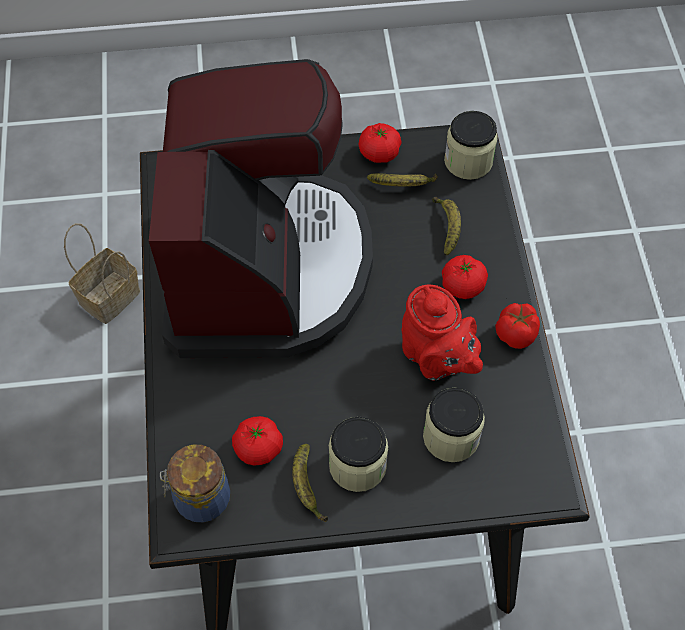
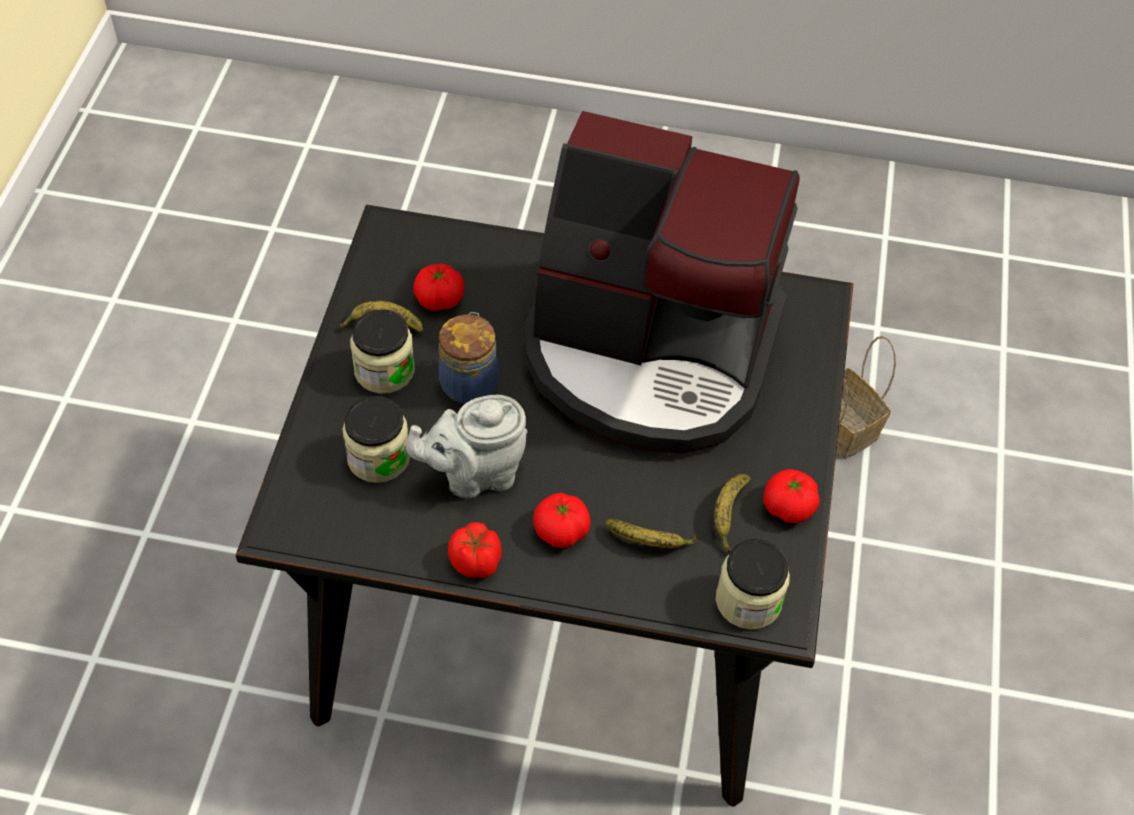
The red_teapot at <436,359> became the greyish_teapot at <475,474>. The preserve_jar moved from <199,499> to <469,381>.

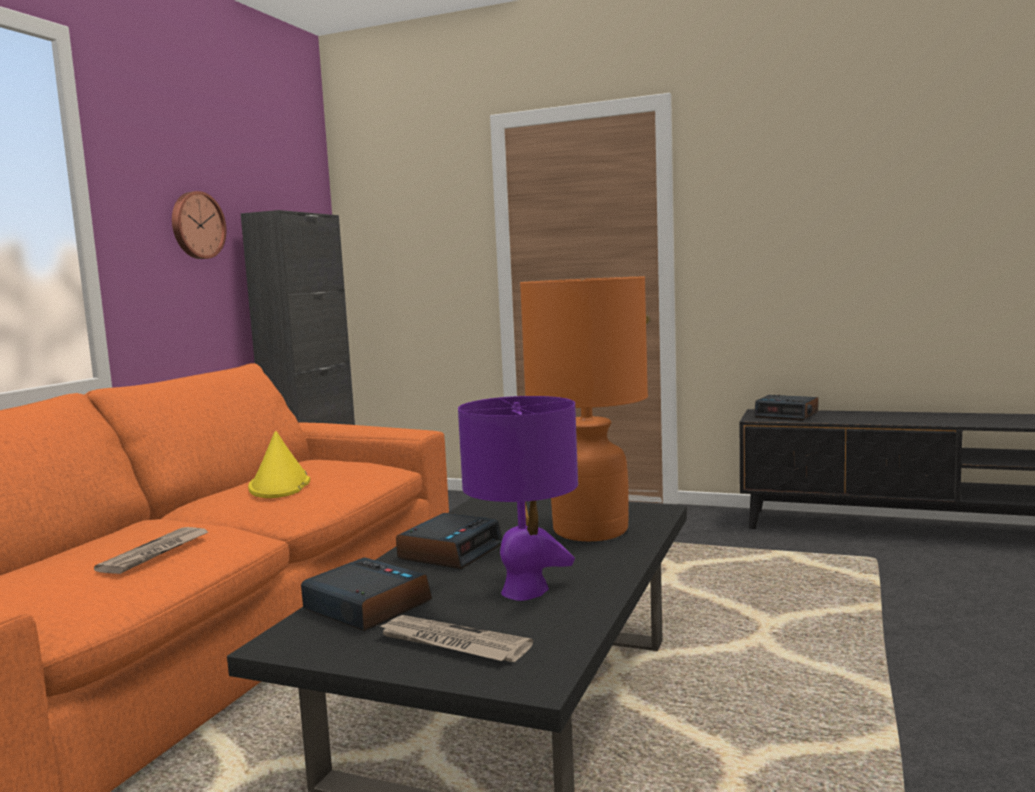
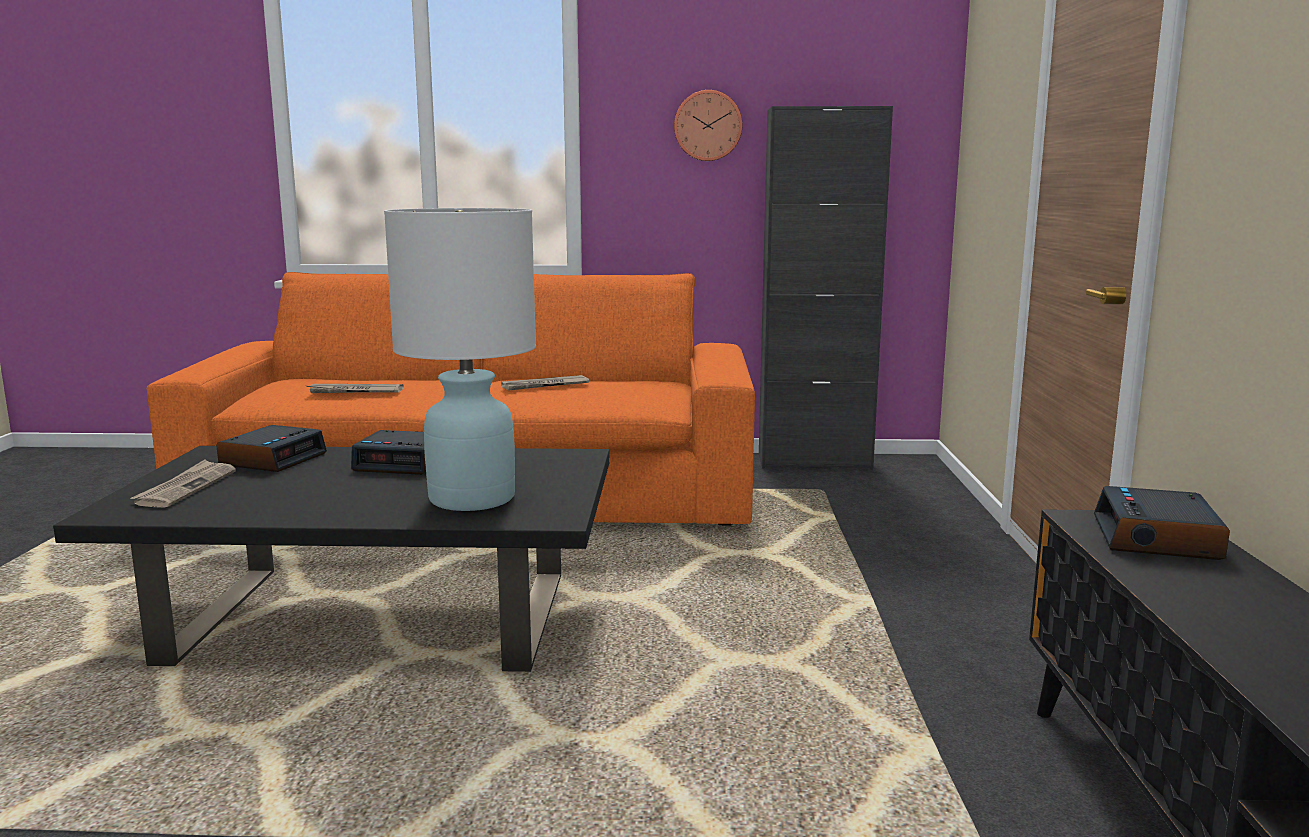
The orange-coloured_lamp_for_a_table at <590,530> became the white_lamp_for_a_table at <471,498>. The yellowish_clothing_hat at <280,485> was replaced by the newspaper at <544,385>. The purple-coloured_lamp_for_a_table at <525,591> disappeared.

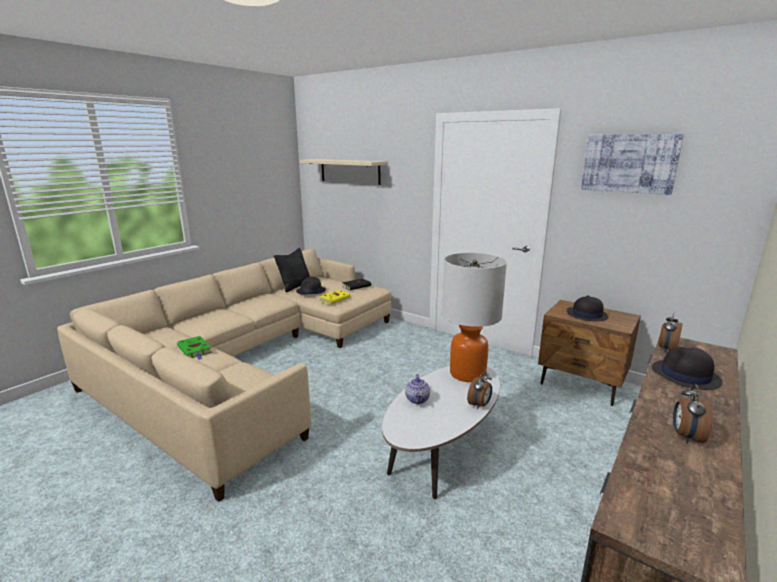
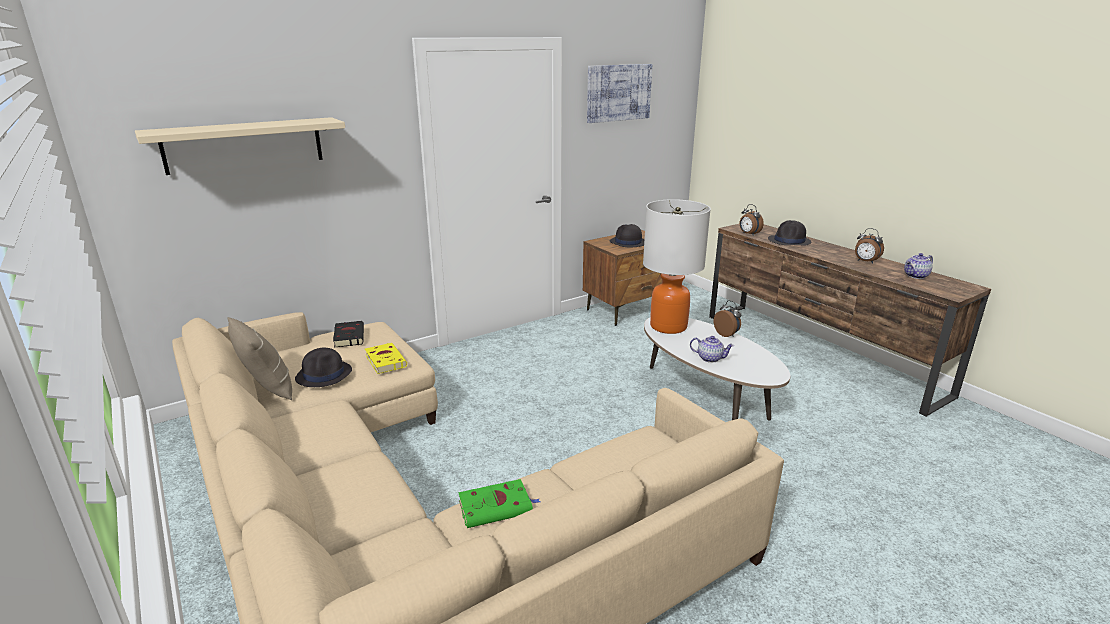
The blackish_throw_pillow at <295,286> became the beige_throw_pillow at <268,388>. The teapot at <916,276> appeared.

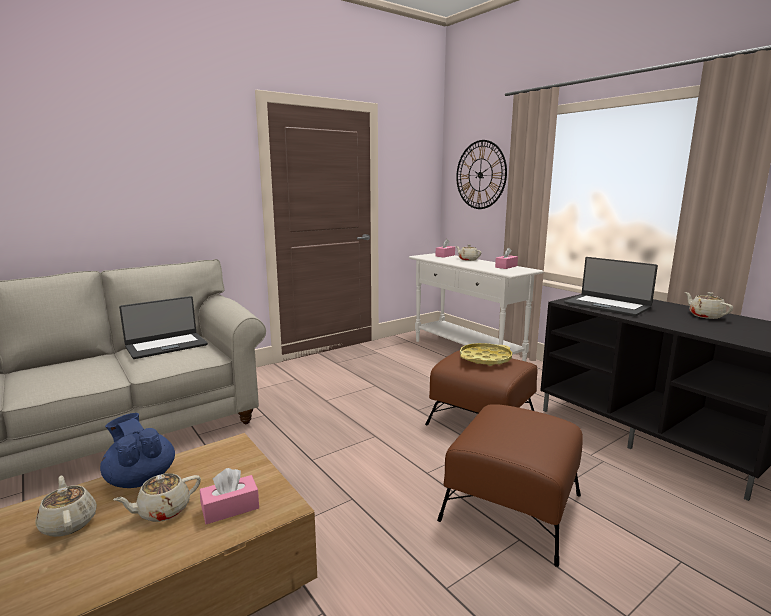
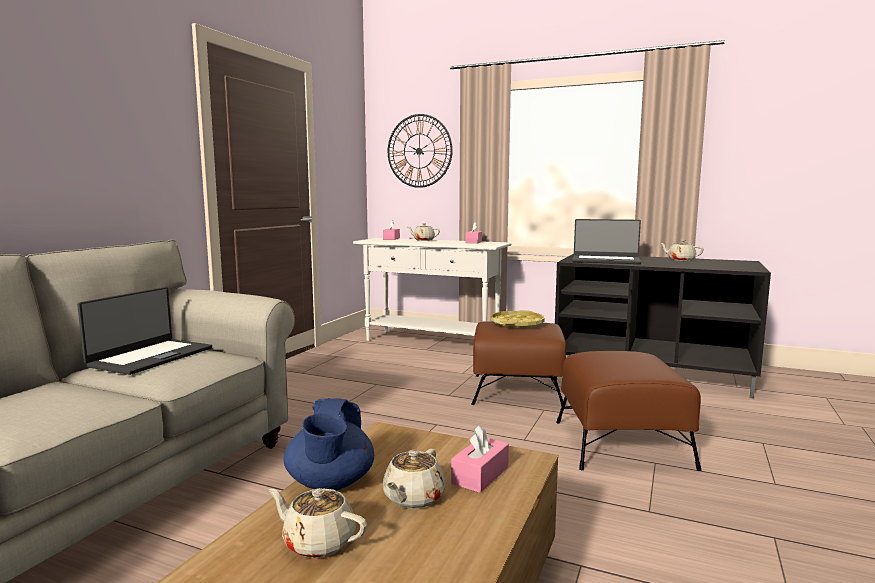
The blue_teapot at <140,478> turned 105 degrees counterclockwise.

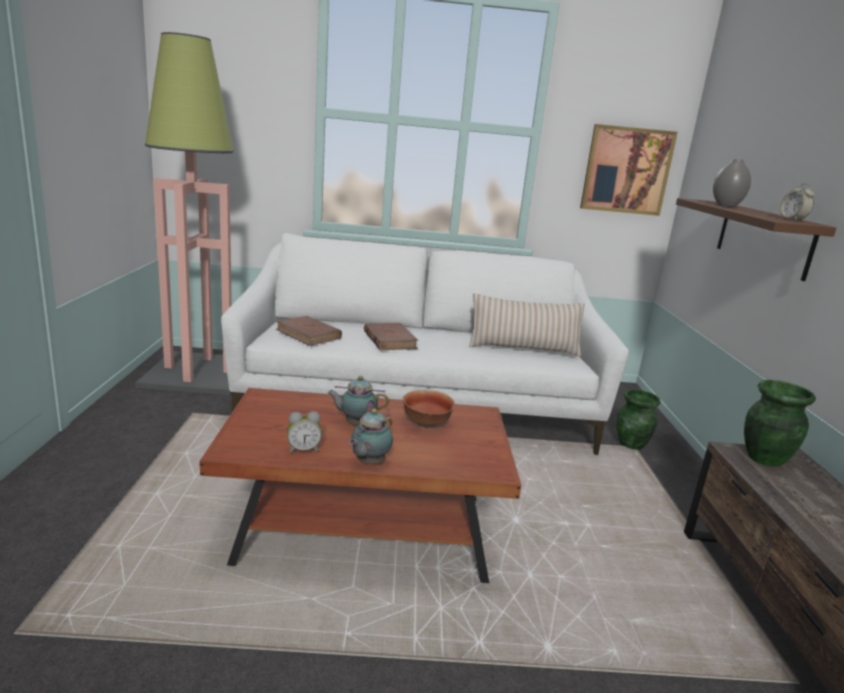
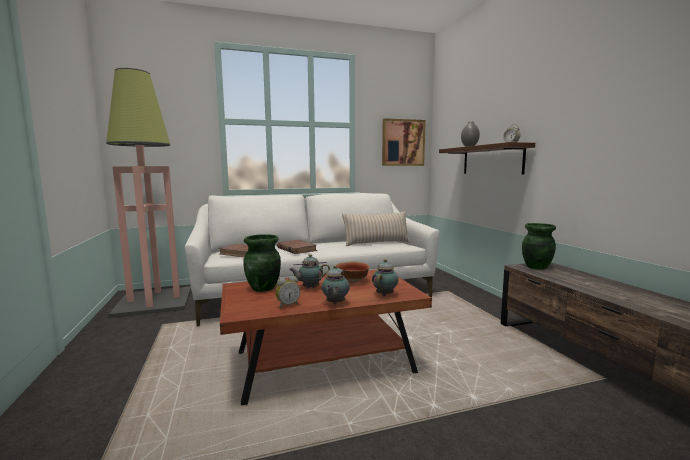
The green_decorative_vase moved from <631,445> to <263,288>. The teapot at <385,294> appeared.

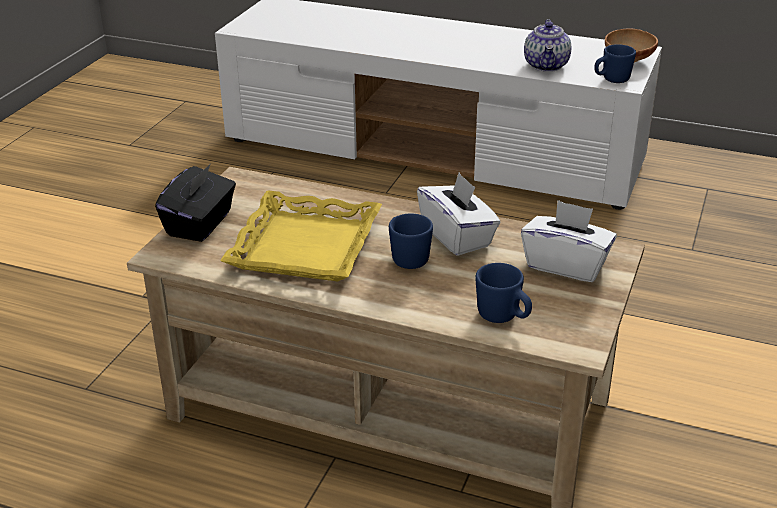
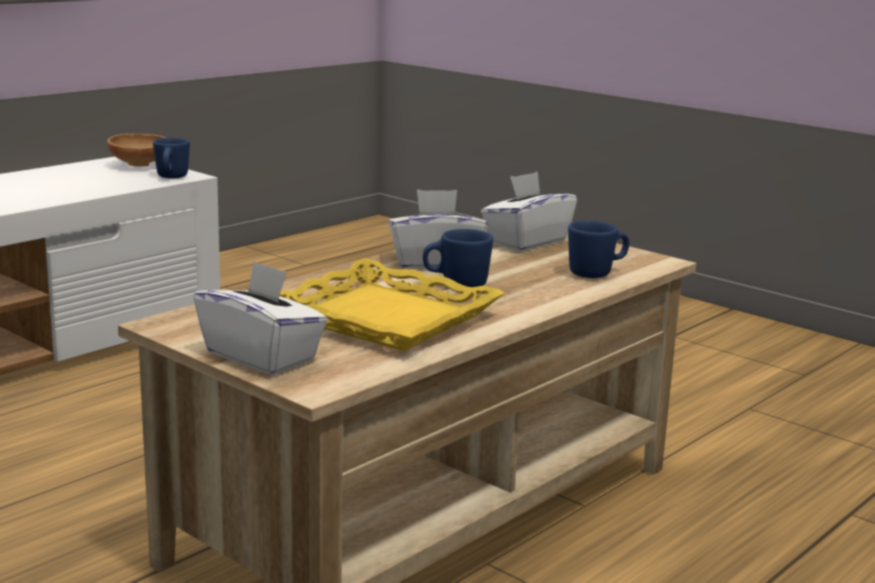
The blackish_tissue_holder at <200,224> became the white_tissue_holder at <262,357>. The teapot at <547,66> disappeared.

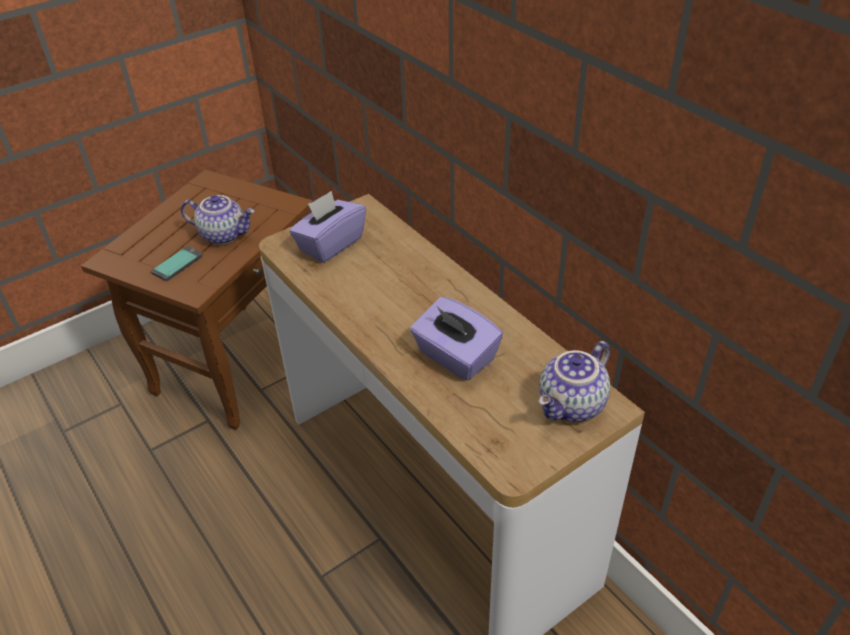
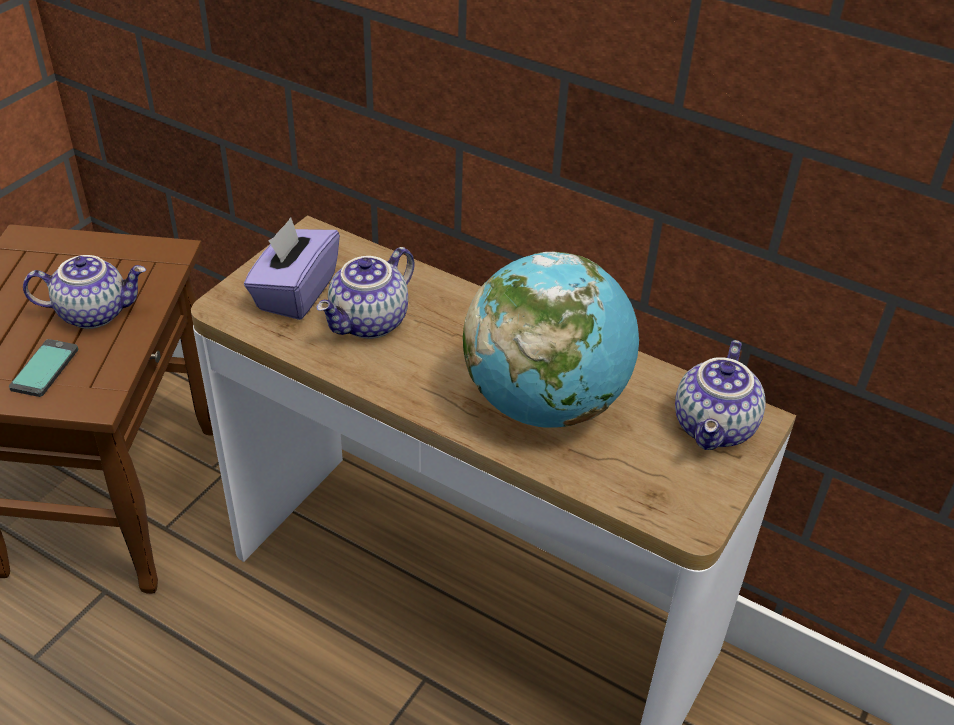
The teapot at <370,323> appeared. The purple-coloured_tissue_holder at <455,357> was replaced by the desk_globe at <545,403>.

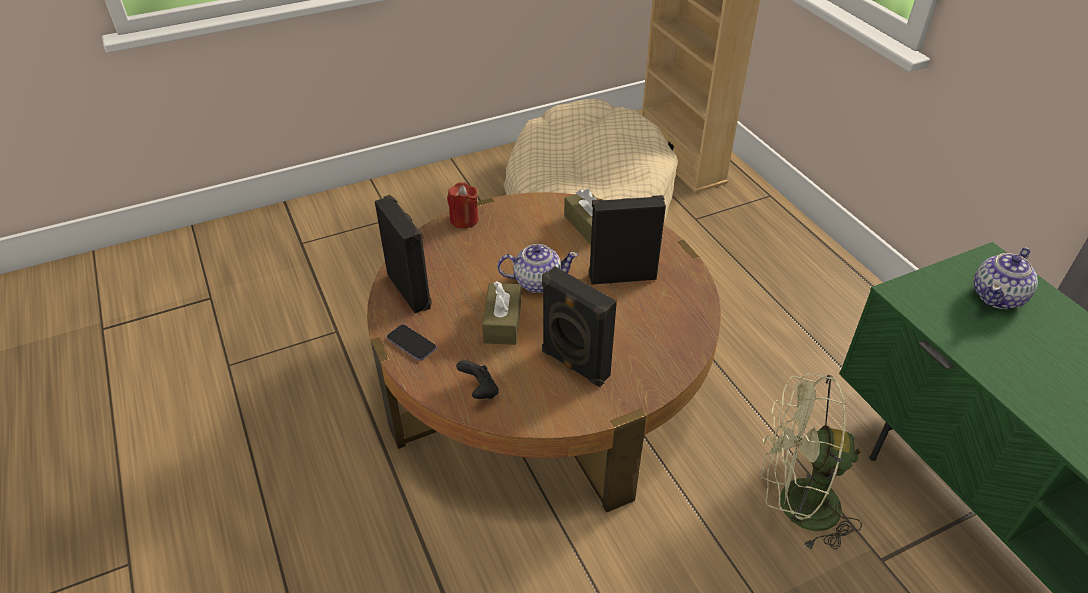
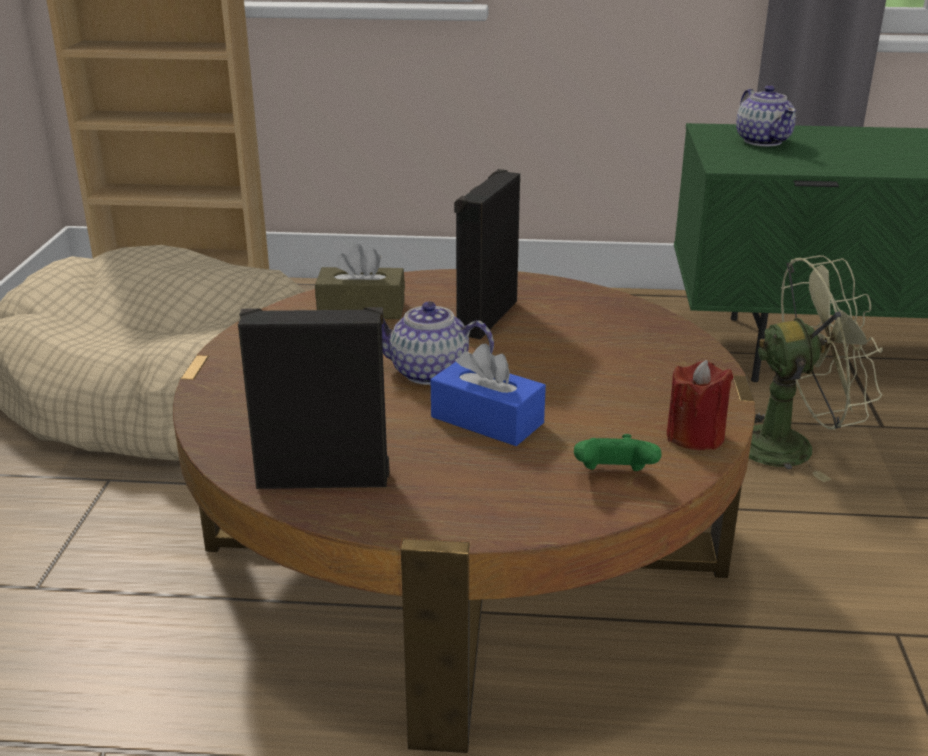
The teapot at <537,282> turned 105 degrees counterclockwise. The brownish_tissue_holder at <502,322> became the blue_tissue_holder at <487,420>. The blackish_game_controller at <480,390> became the green_game_controller at <614,476>. The red_wax_candle moved from <464,220> to <695,436>. The green_electric_fan at <794,505> turned 135 degrees counterclockwise. The telephone at <411,344> disappeared. The blackish_audio_speaker at <574,365> disappeared.

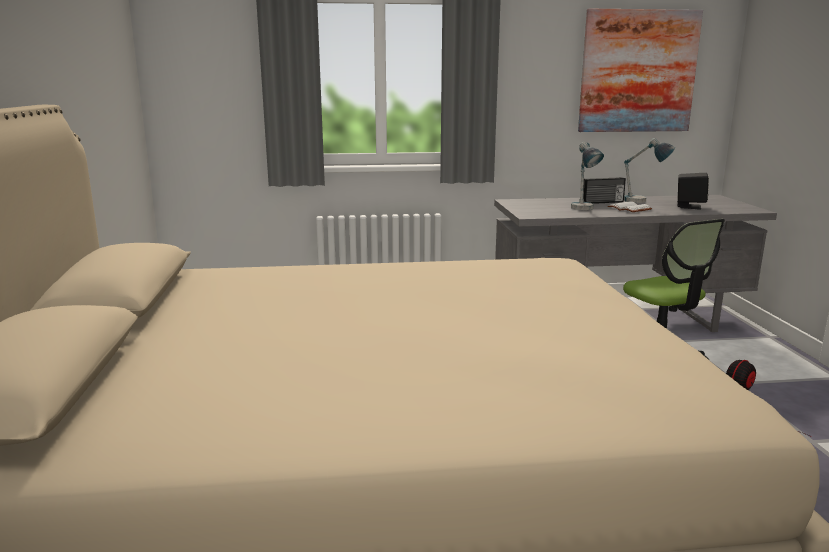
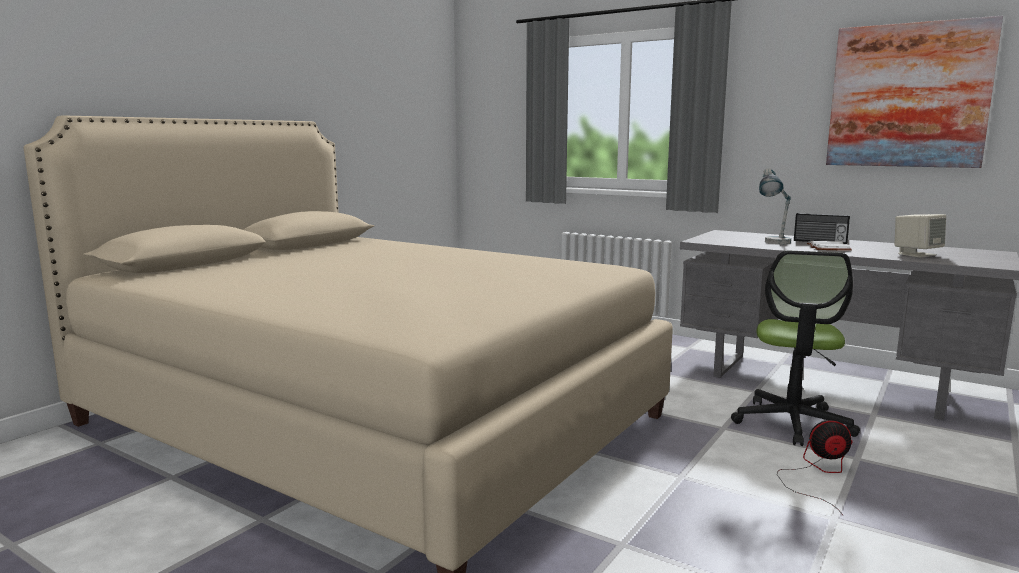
The blackish_audio_speaker at <690,206> became the beige_audio_speaker at <916,254>. The lamp_for_a_table at <643,202> disappeared.

